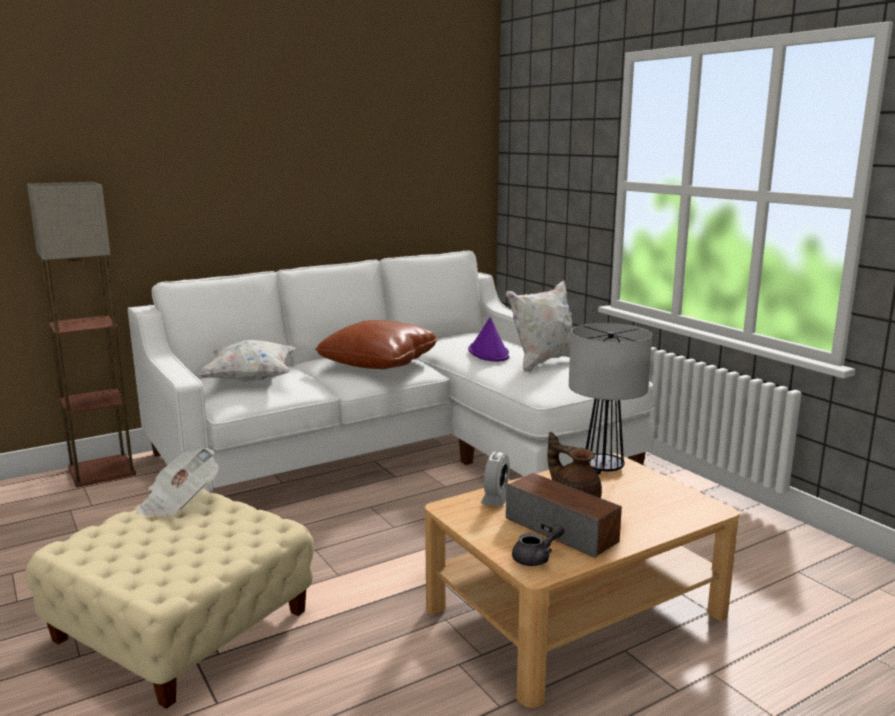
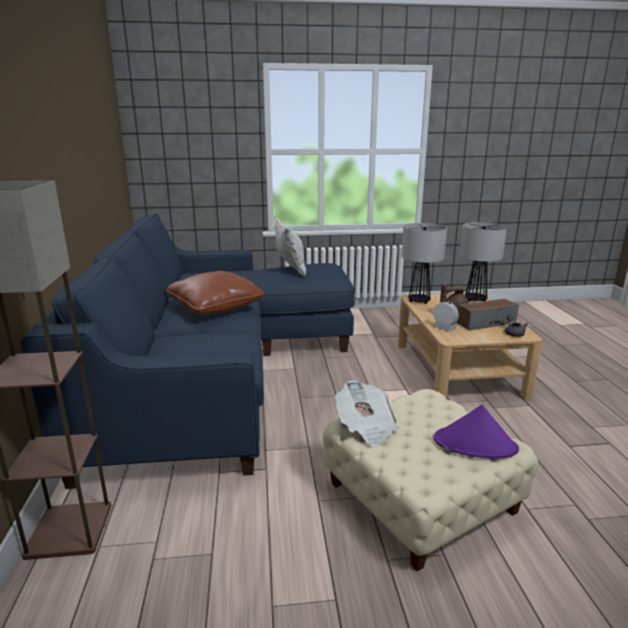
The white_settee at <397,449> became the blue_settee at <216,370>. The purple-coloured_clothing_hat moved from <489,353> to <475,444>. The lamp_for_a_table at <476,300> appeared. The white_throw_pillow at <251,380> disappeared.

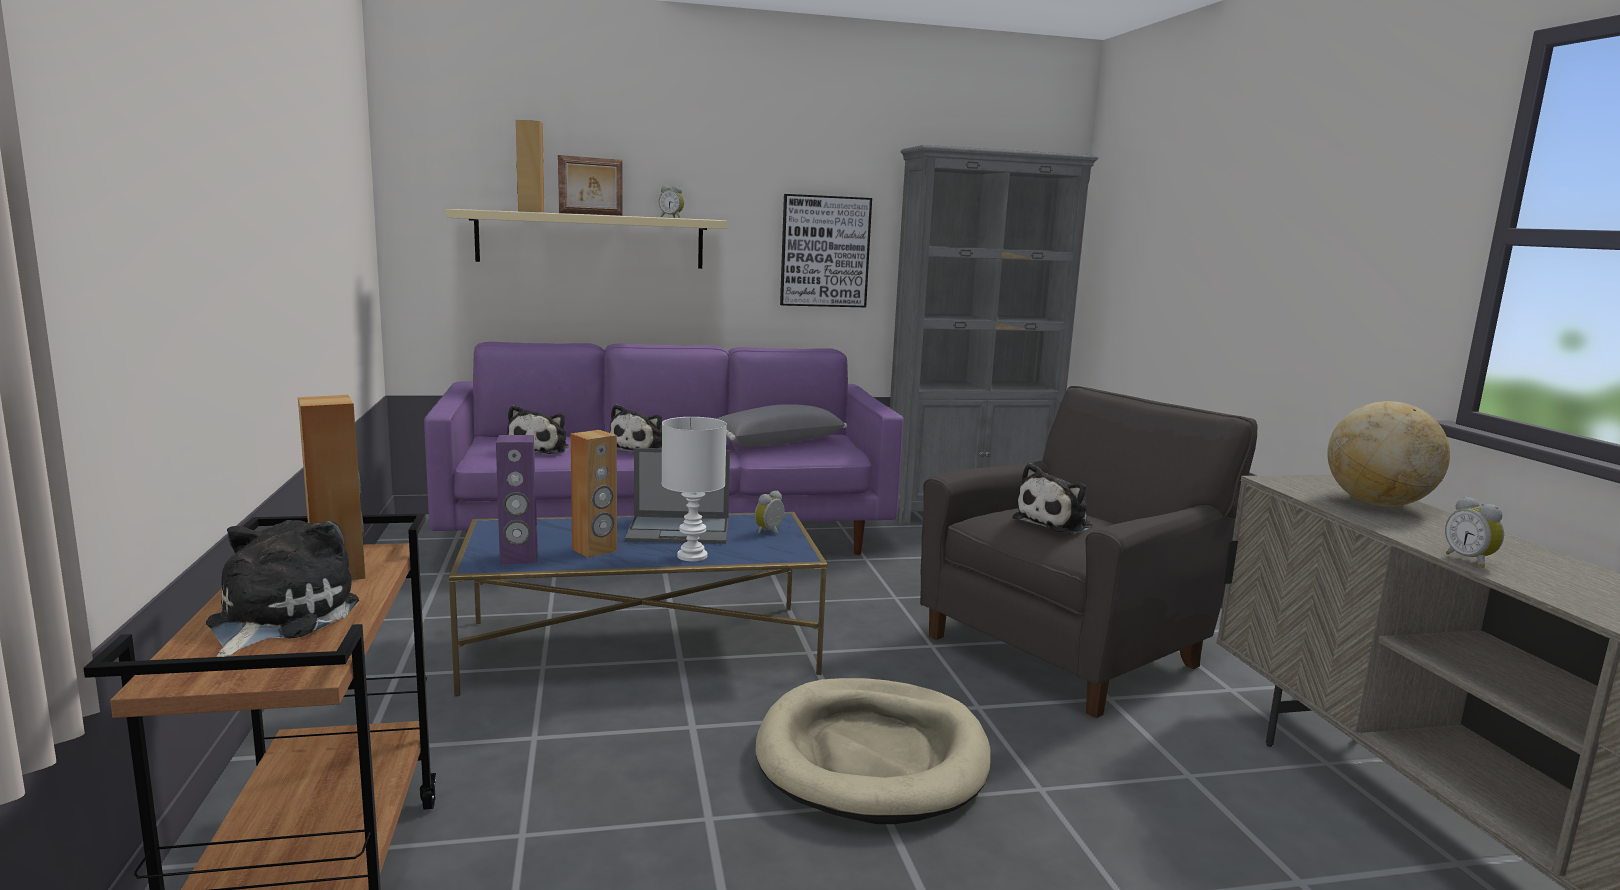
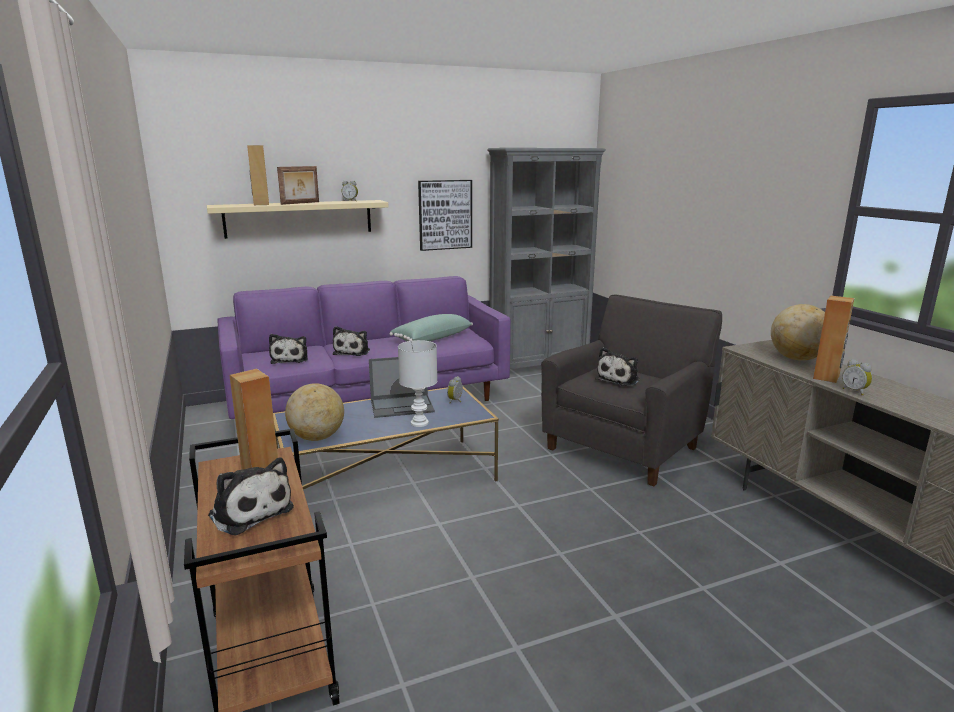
The soft_toy at <277,618> turned 135 degrees clockwise. The purple-coloured_audio_speaker at <519,558> was replaced by the desk_globe at <317,437>. The greyish_throw_pillow at <775,442> became the green_throw_pillow at <431,338>. The brownish_audio_speaker moved from <595,550> to <826,377>. The beige_pet_bed at <872,756> disappeared.

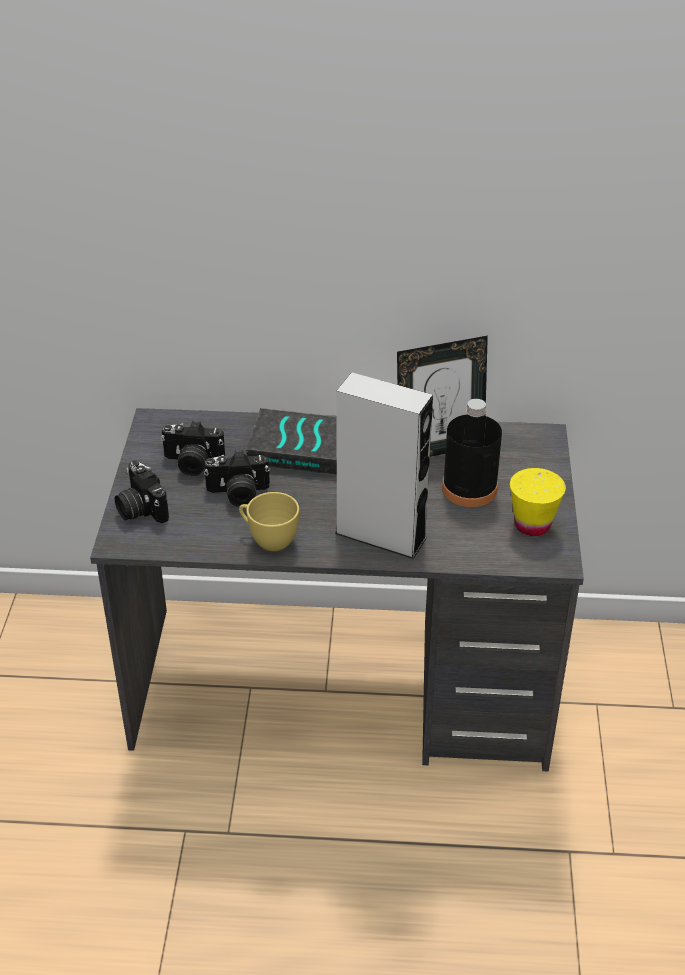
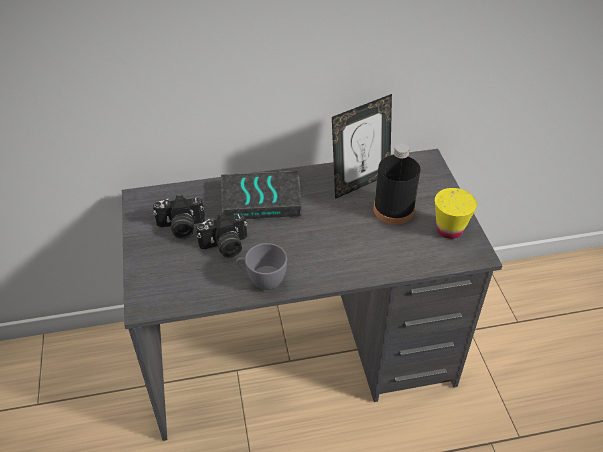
The yellowish_small_cup at <268,539> became the greyish_small_cup at <262,280>. The still_camera at <140,509> disappeared. The greyish_audio_speaker at <381,535> disappeared.

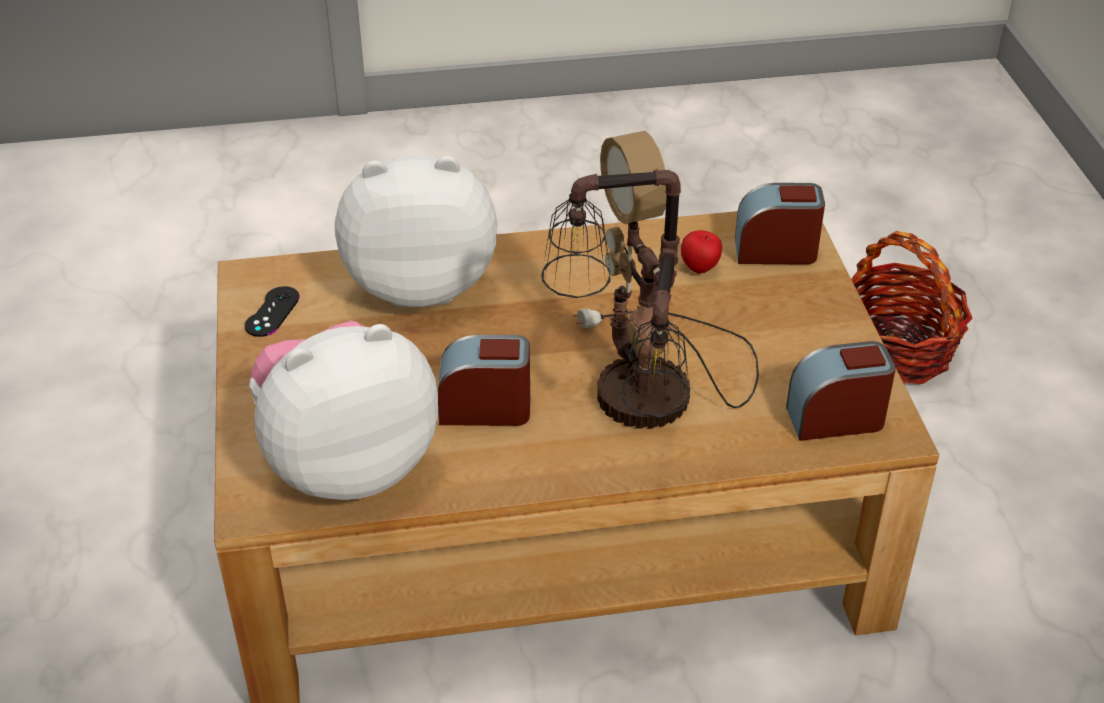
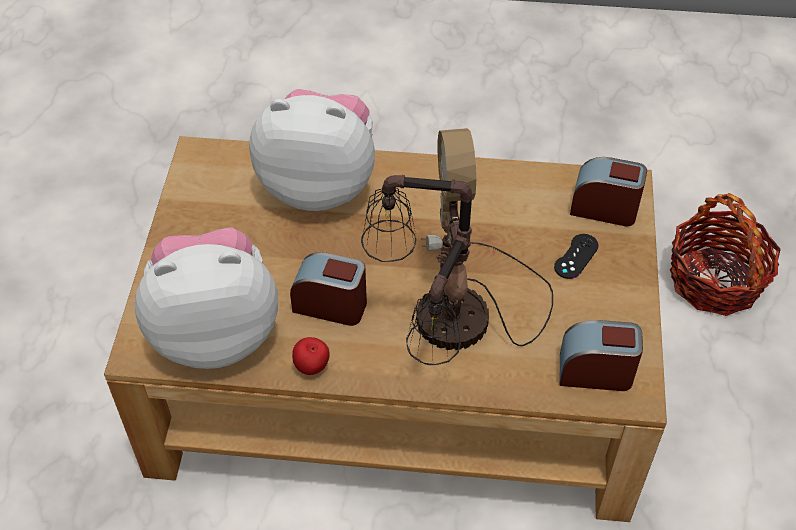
The apple moved from <700,269> to <312,367>. The blackish_game_controller moved from <272,312> to <576,256>.

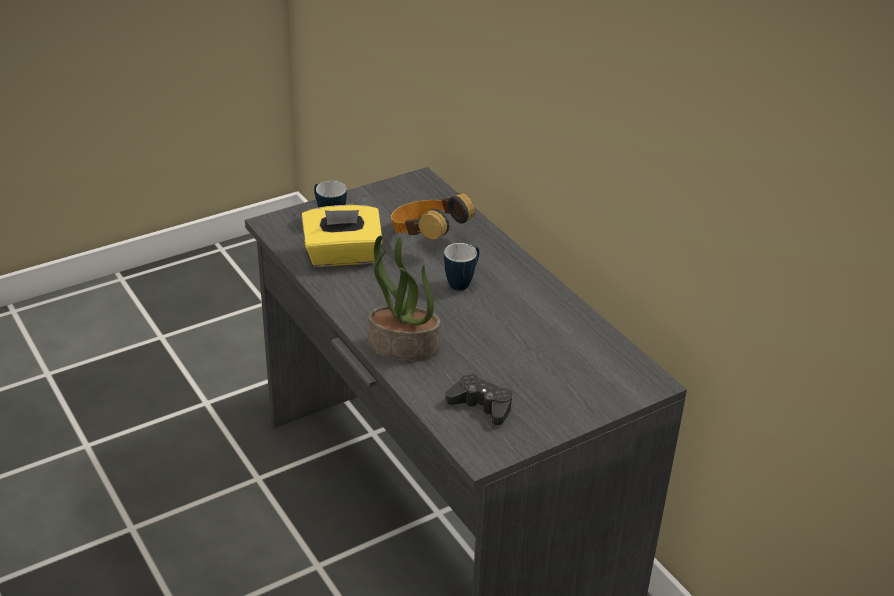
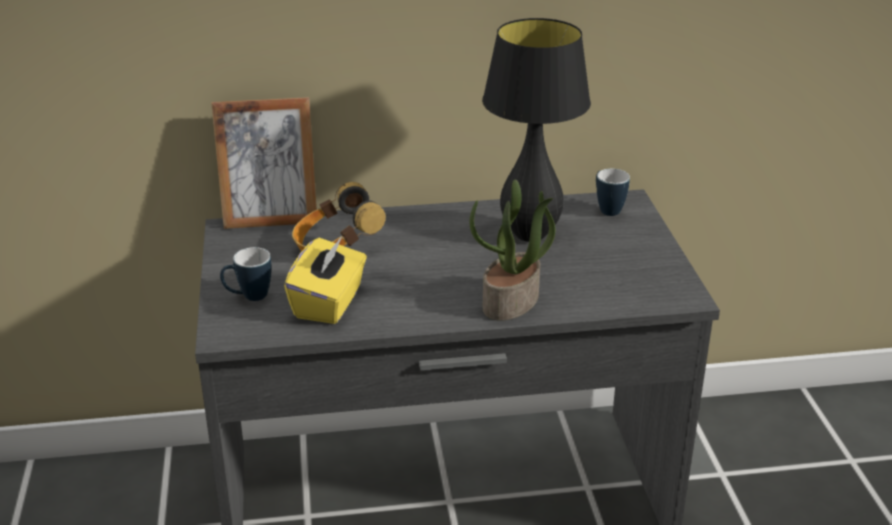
The standing_frame at <271,219> appeared. The blackish_lamp_for_a_table at <529,235> appeared. The coffee_mug moved from <463,283> to <606,209>. The blackish_game_controller at <481,405> disappeared.

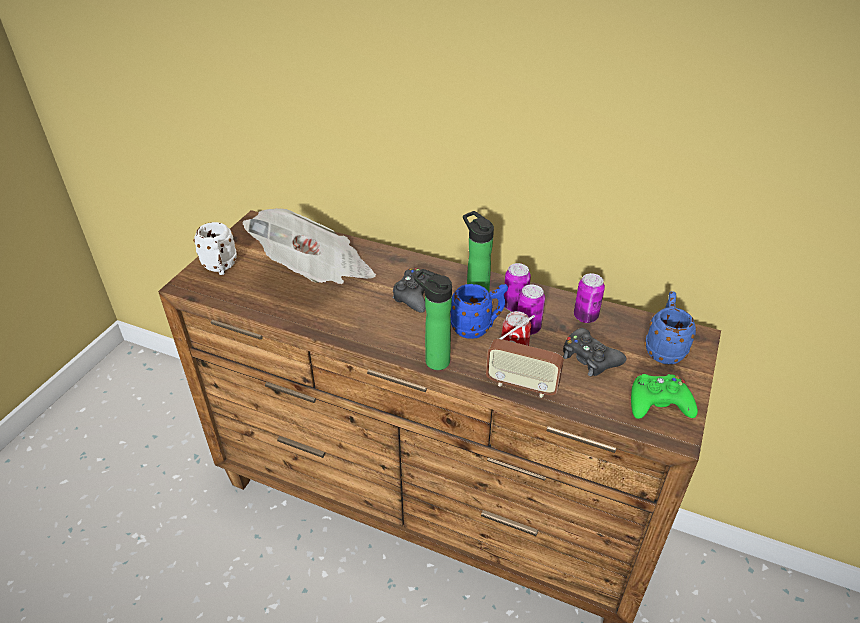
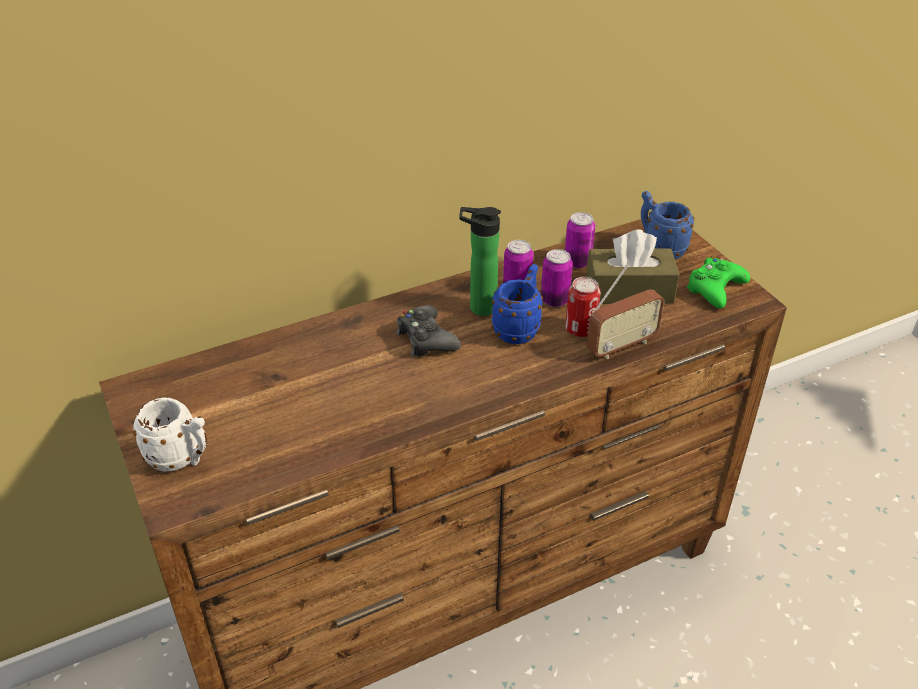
The blackish_game_controller at <590,358> was replaced by the brownish_tissue_holder at <629,290>. The newspaper at <316,273> disappeared. The bottle at <434,360> disappeared.

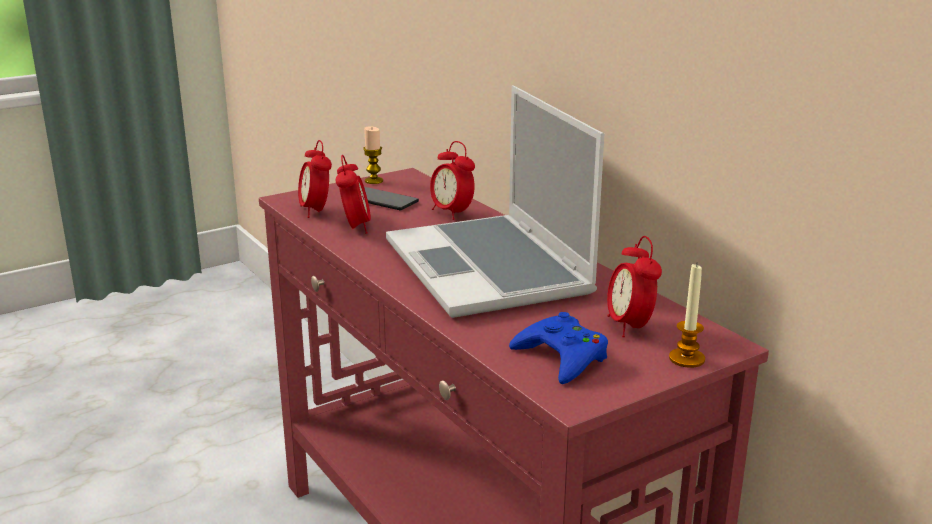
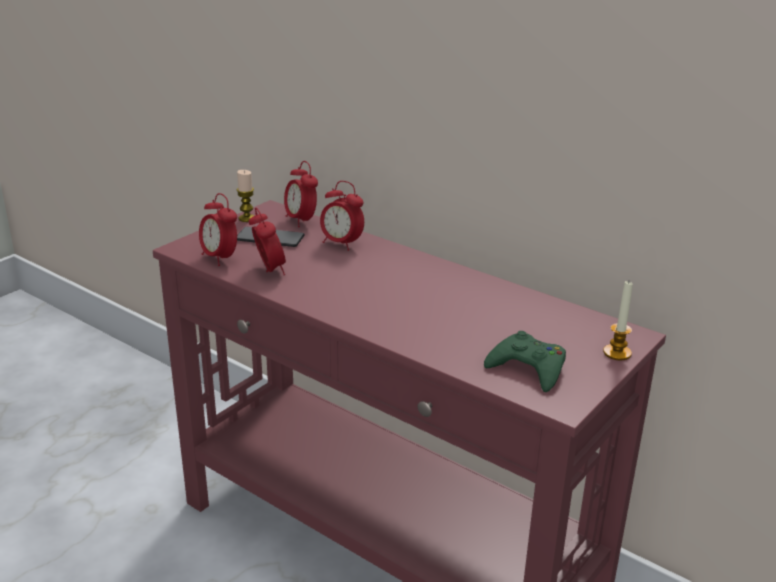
The table_clock moved from <629,327> to <301,221>. The blue_game_controller at <562,357> became the green_game_controller at <528,368>. The portable_computer at <490,269> disappeared.

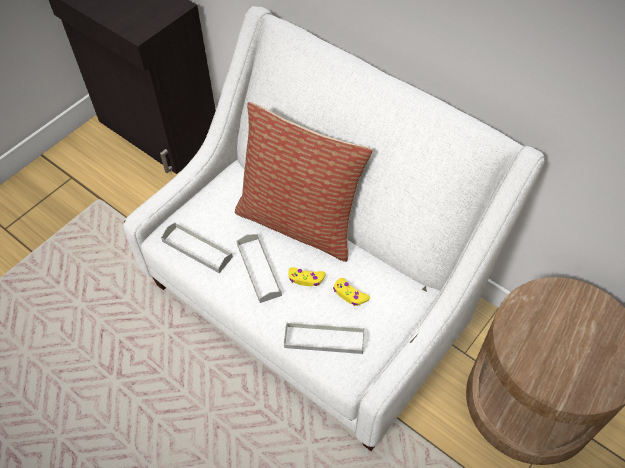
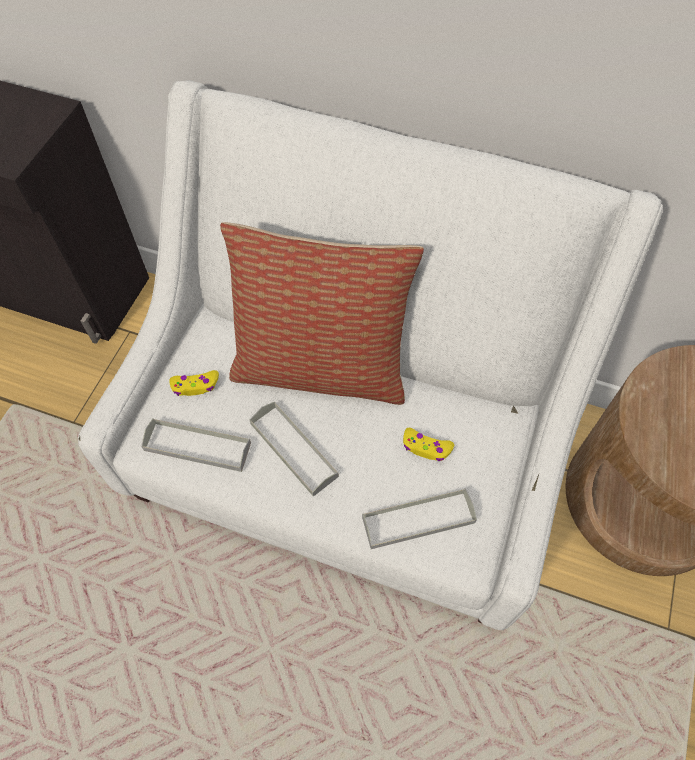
The yellowish_game_controller moved from <306,279> to <195,386>.

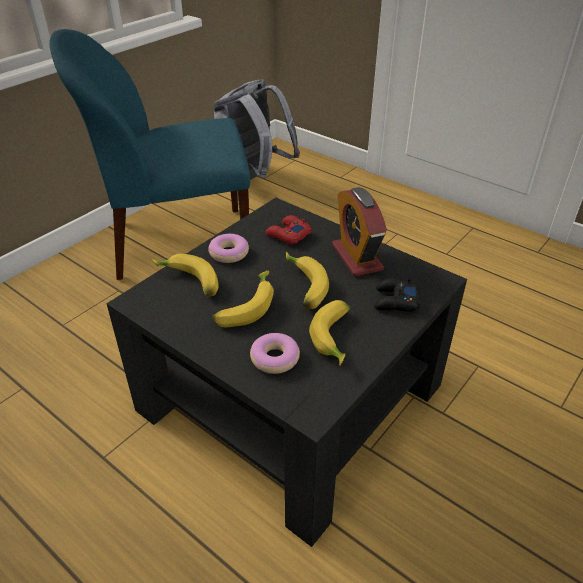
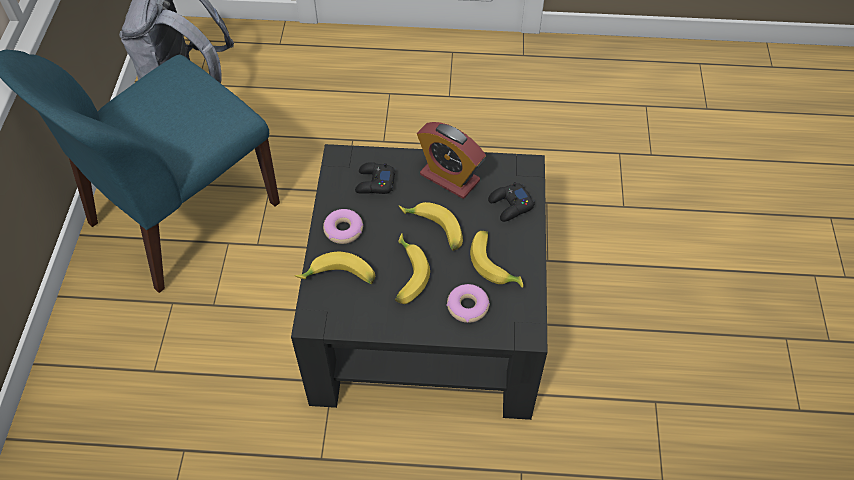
The red_game_controller at <288,235> became the blackish_game_controller at <374,183>.

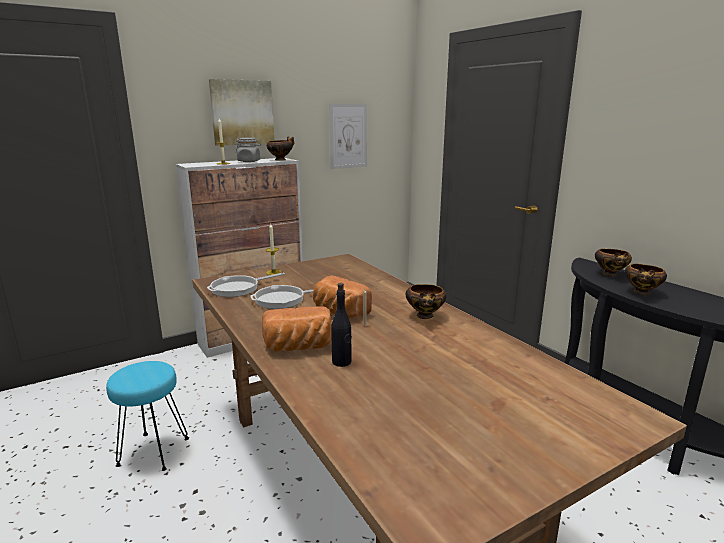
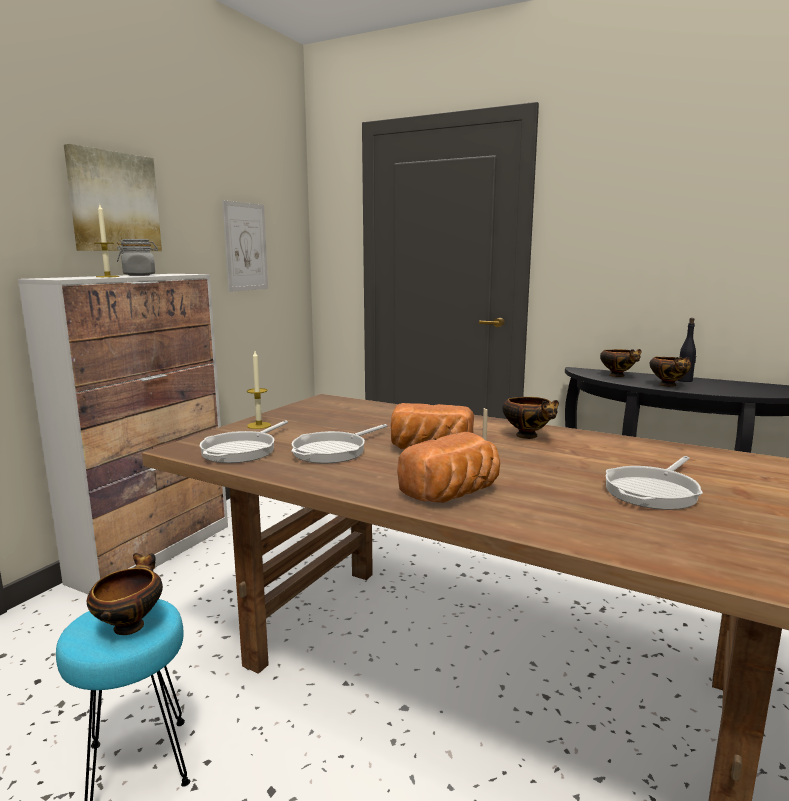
The serving_bowl moved from <281,160> to <130,624>. The skillet at <653,491> appeared. The blackish_bottle moved from <342,362> to <685,380>.

